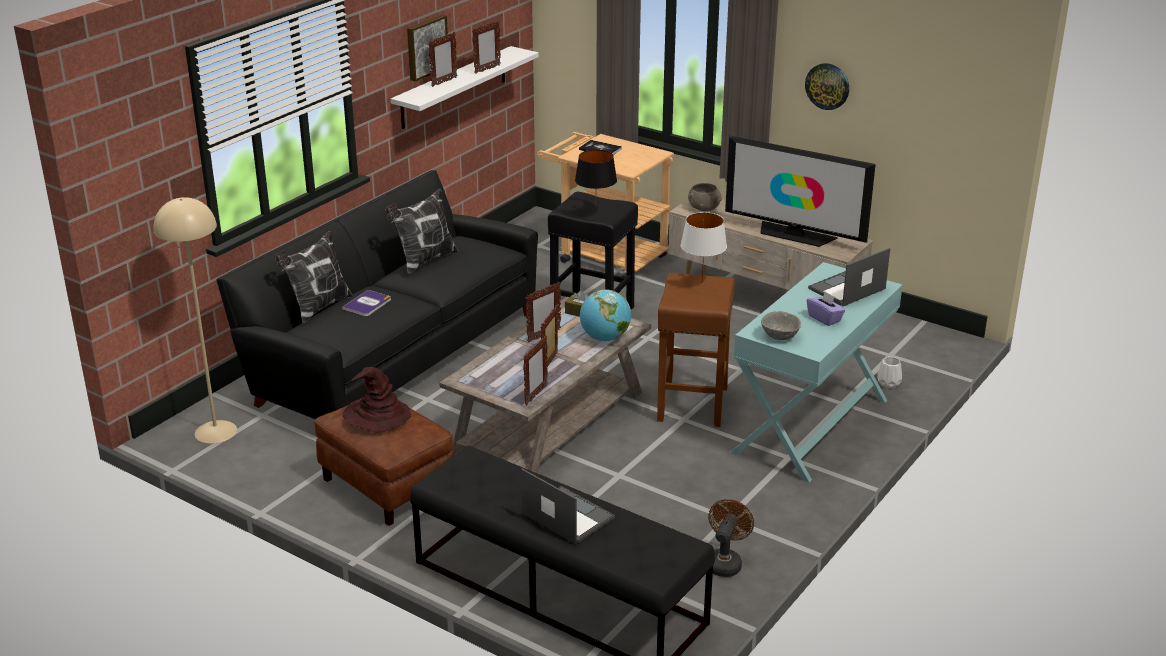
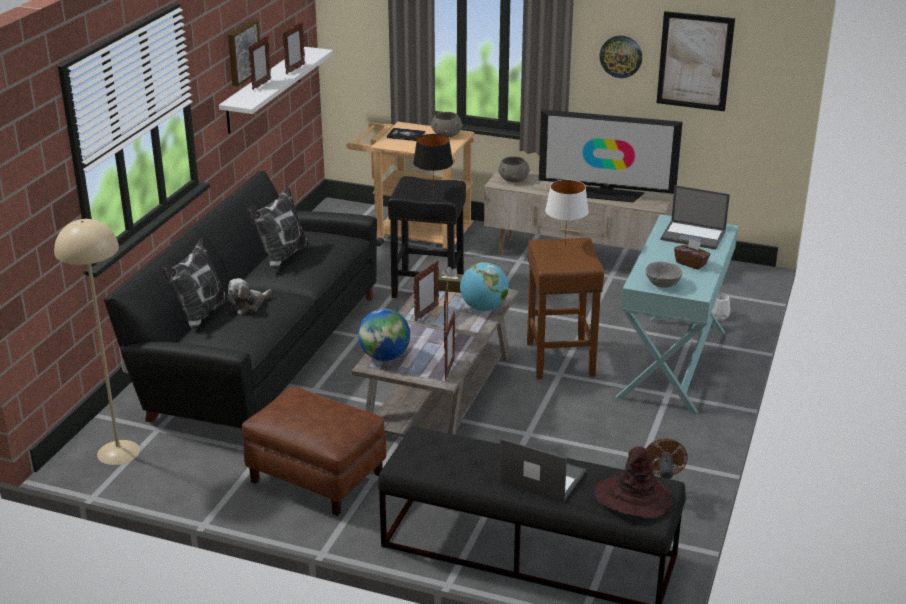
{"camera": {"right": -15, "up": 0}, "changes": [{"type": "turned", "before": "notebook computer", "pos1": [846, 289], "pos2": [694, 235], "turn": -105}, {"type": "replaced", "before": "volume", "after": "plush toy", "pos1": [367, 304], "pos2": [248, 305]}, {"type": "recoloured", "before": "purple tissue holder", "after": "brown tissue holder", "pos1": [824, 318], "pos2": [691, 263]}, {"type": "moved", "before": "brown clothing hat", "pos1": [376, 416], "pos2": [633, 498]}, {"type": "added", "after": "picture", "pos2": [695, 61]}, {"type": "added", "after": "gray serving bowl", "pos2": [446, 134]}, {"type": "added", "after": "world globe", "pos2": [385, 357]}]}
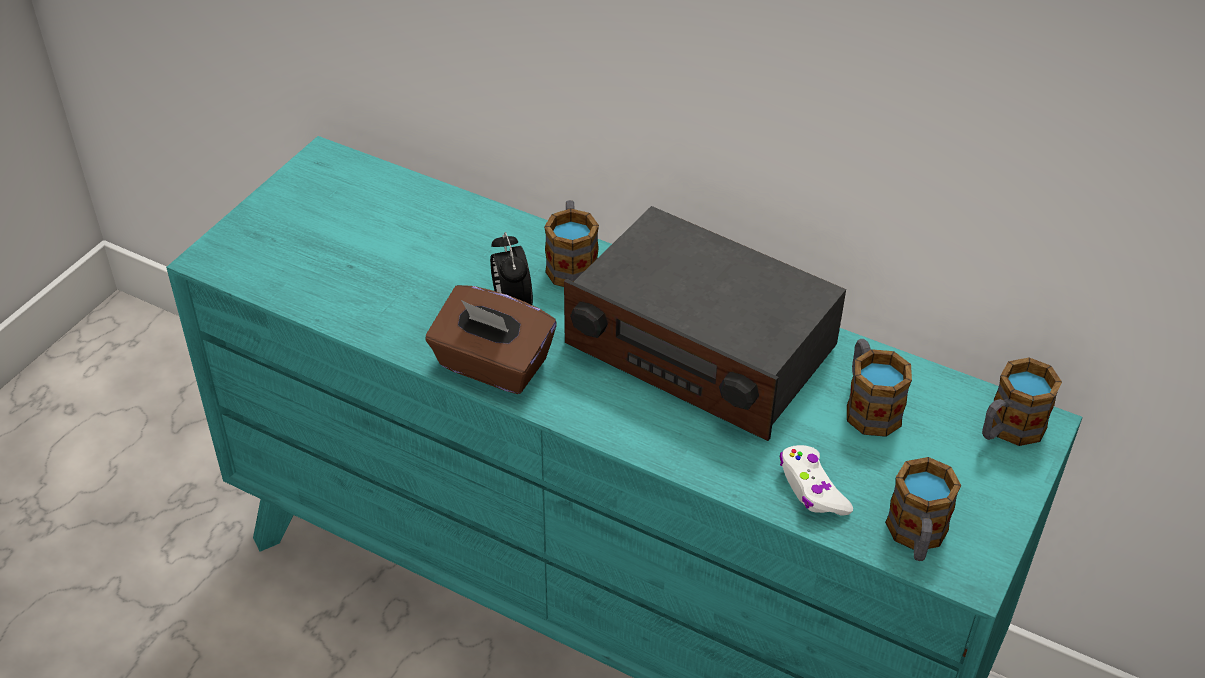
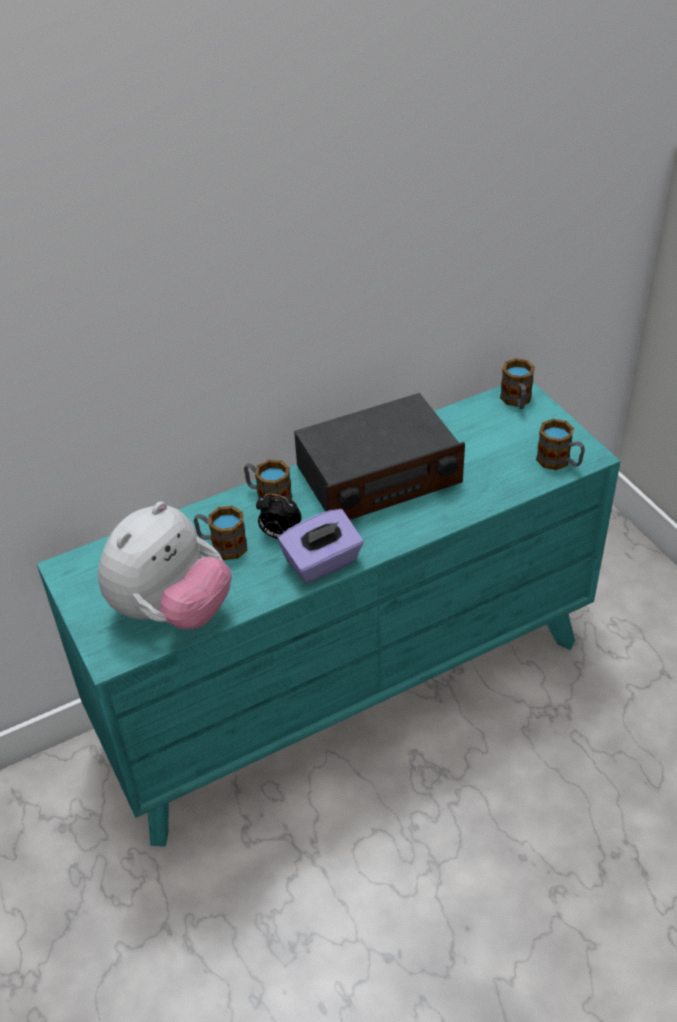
{"camera": {"right": -55, "up": 0}, "changes": [{"type": "recoloured", "before": "brown tissue holder", "after": "purple tissue holder", "pos1": [492, 366], "pos2": [322, 563]}, {"type": "moved", "before": "coffee mug", "pos1": [868, 406], "pos2": [222, 545]}, {"type": "removed", "before": "white joypad", "pos1": [812, 488]}, {"type": "added", "after": "plush toy", "pos2": [171, 610]}]}
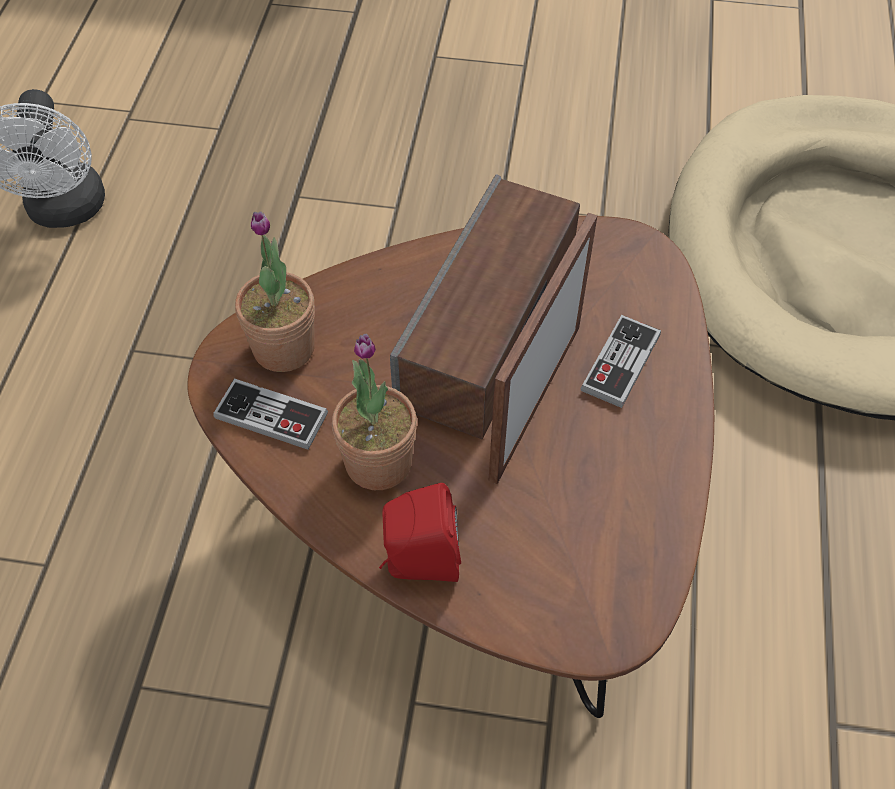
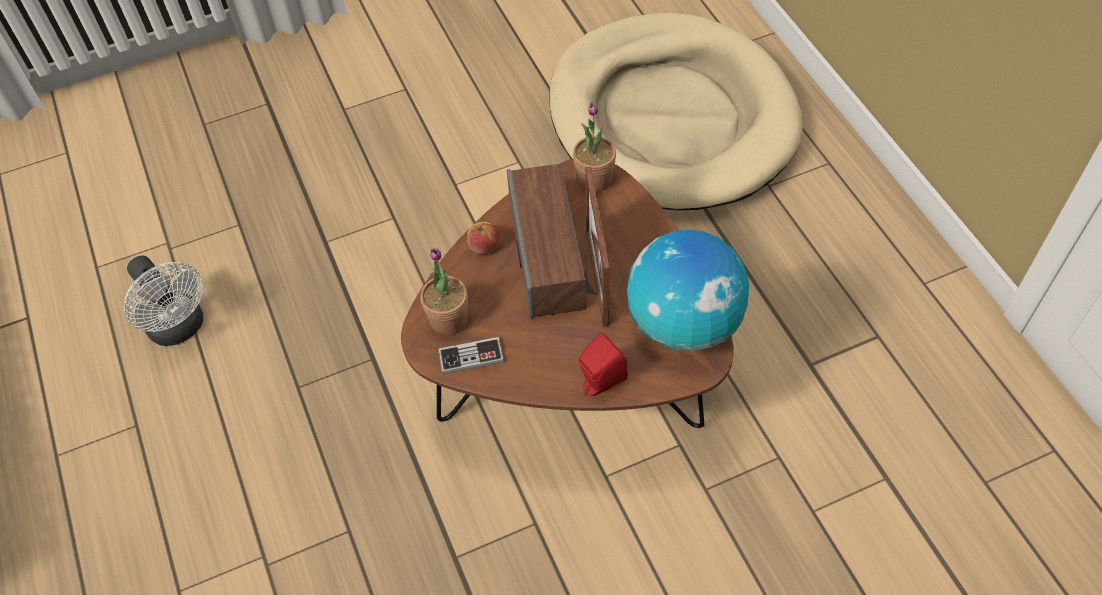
{"camera": {"right": -30, "up": 0}, "changes": [{"type": "removed", "before": "joypad", "pos1": [620, 363]}, {"type": "moved", "before": "plant in a pot", "pos1": [378, 462], "pos2": [594, 179]}, {"type": "added", "after": "apple fruit", "pos2": [484, 246]}, {"type": "added", "after": "world globe", "pos2": [684, 323]}]}
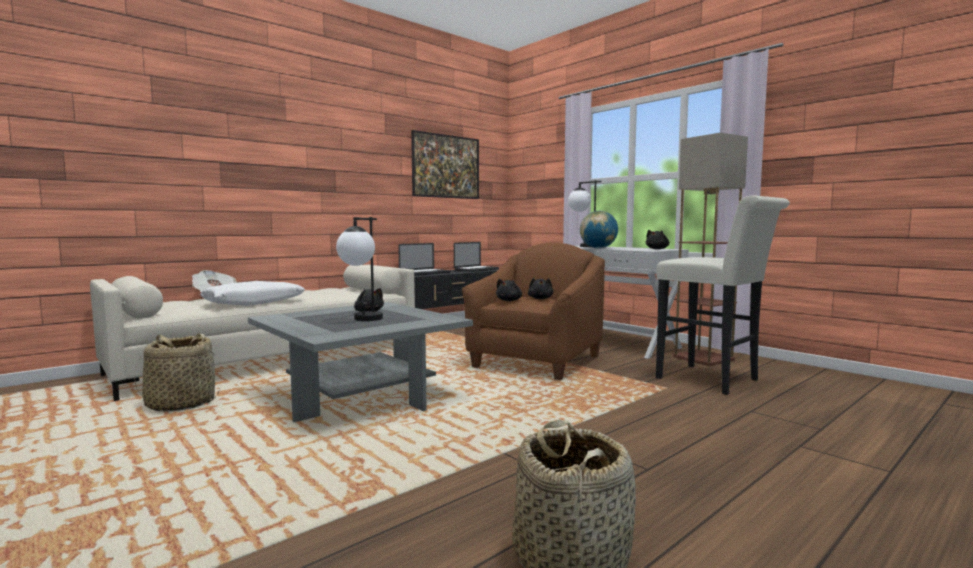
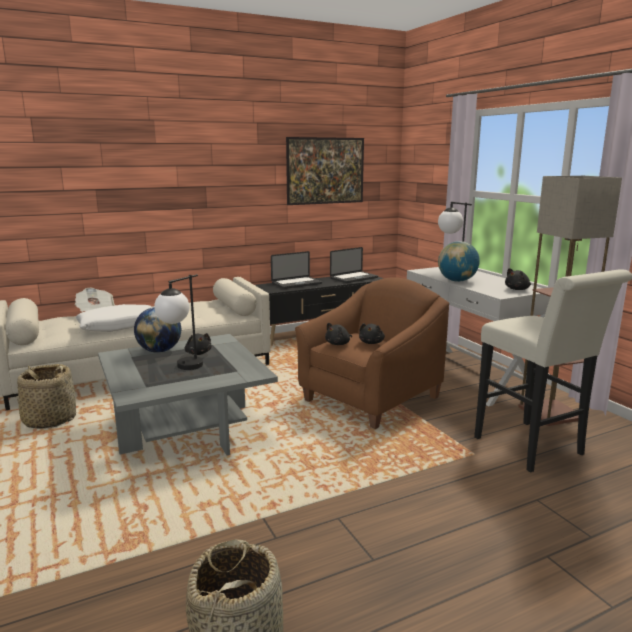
{"camera": {"right": 15, "up": 10}, "changes": [{"type": "added", "after": "world globe", "pos2": [159, 351]}]}
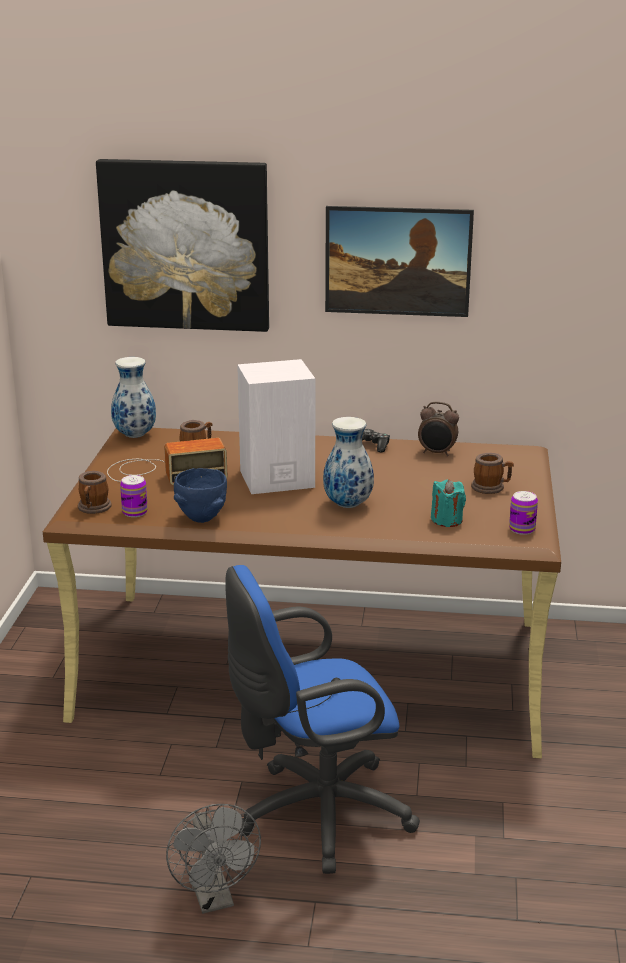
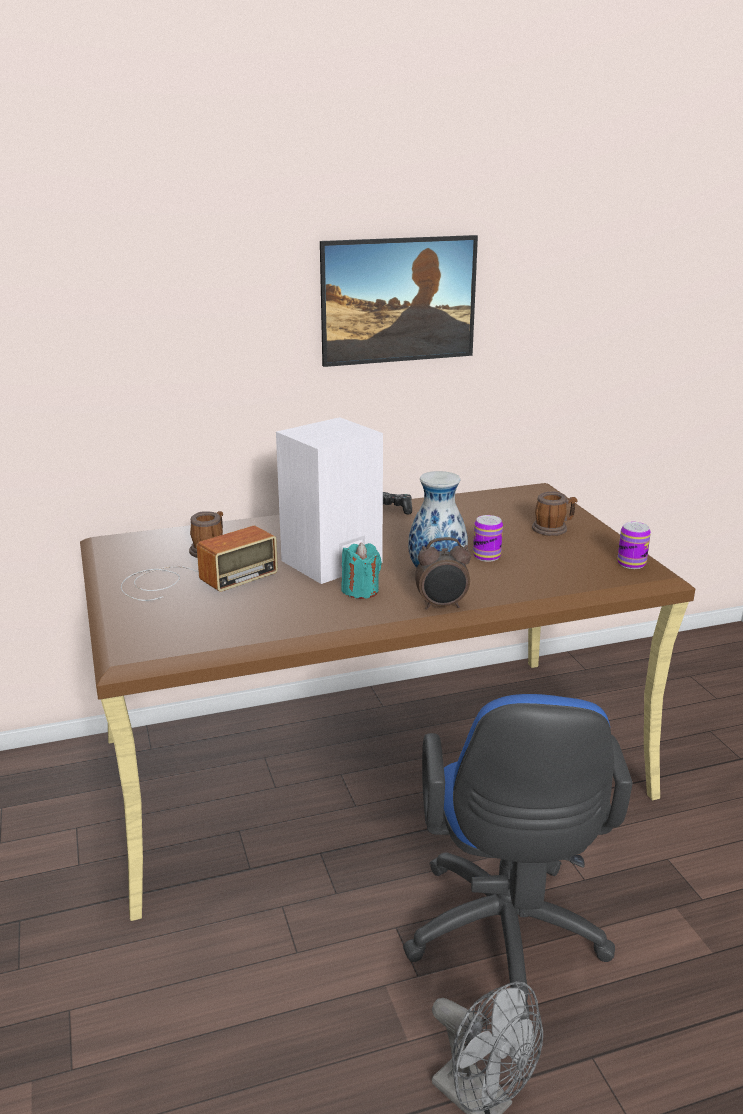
{"camera": {"right": -25, "up": 0}, "changes": [{"type": "removed", "before": "picture", "pos1": [185, 245]}, {"type": "removed", "before": "vase", "pos1": [136, 435]}, {"type": "moved", "before": "bedside clock", "pos1": [437, 453], "pos2": [442, 606]}, {"type": "removed", "before": "bluish serving bowl", "pos1": [201, 519]}, {"type": "removed", "before": "coffee mug", "pos1": [93, 508]}, {"type": "moved", "before": "metal can", "pos1": [135, 512], "pos2": [486, 556]}, {"type": "moved", "before": "turquoise candle", "pos1": [447, 520], "pos2": [360, 591]}, {"type": "turned", "before": "bluish office chair", "pos1": [315, 815], "pos2": [505, 941], "turn": -45}]}
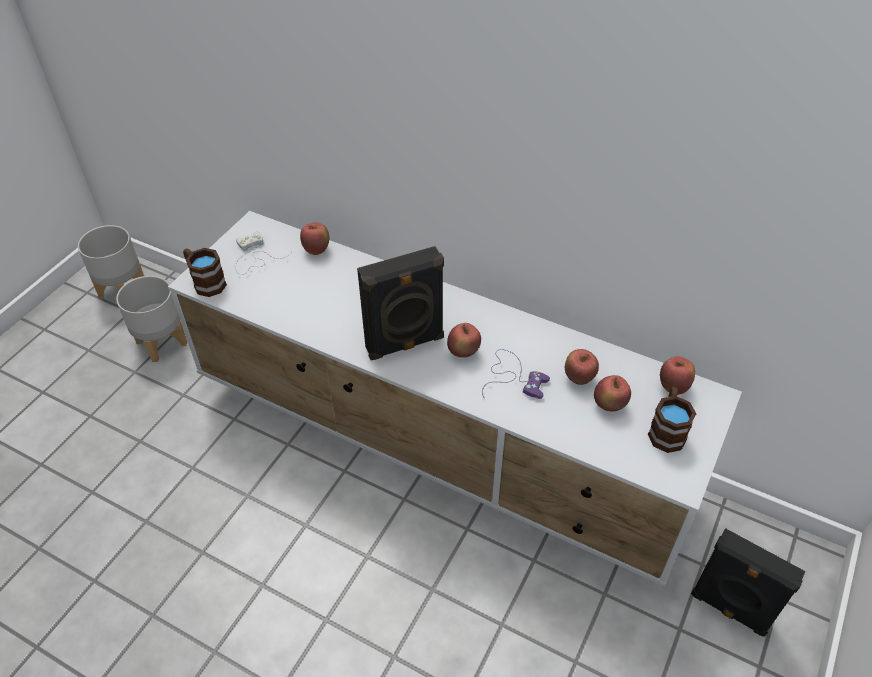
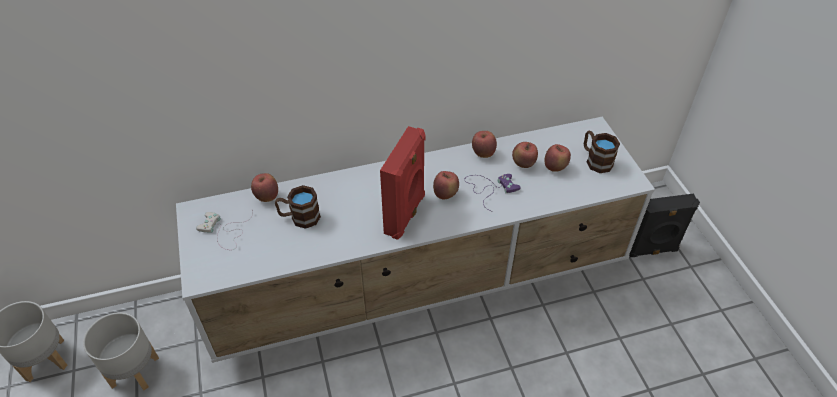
{"camera": {"right": -45, "up": 0}, "changes": [{"type": "recoloured", "before": "black audio speaker", "after": "red-coloured audio speaker", "pos1": [405, 344], "pos2": [406, 214]}, {"type": "moved", "before": "brown coffee mug", "pos1": [205, 282], "pos2": [299, 217]}, {"type": "moved", "before": "apple fruit", "pos1": [673, 387], "pos2": [483, 153]}]}
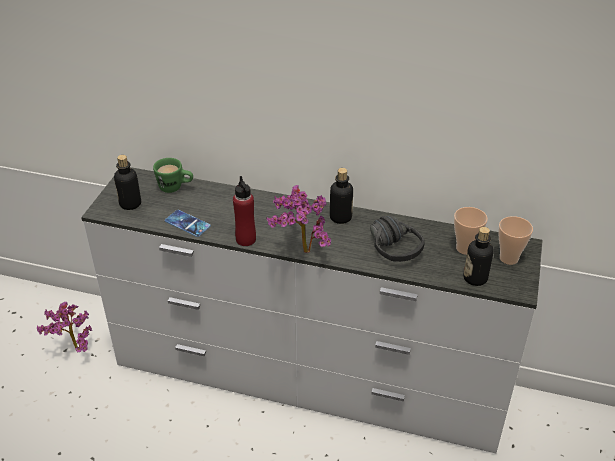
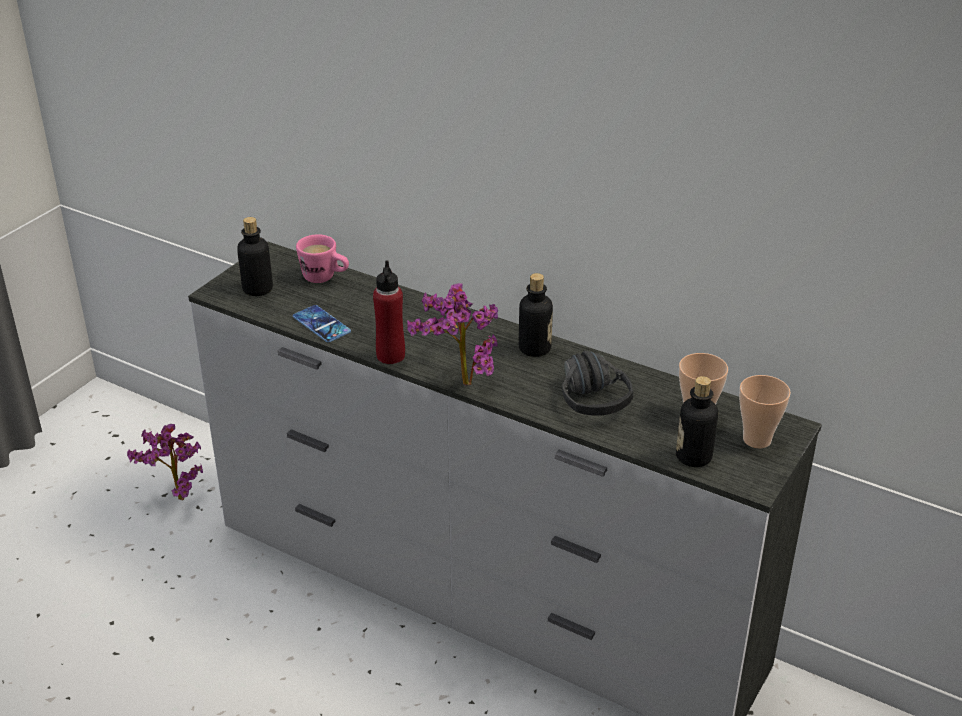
{"camera": {"right": 15, "up": -5}, "changes": [{"type": "recoloured", "before": "greenish coffee mug", "after": "pink-coloured coffee mug", "pos1": [175, 188], "pos2": [325, 278]}]}
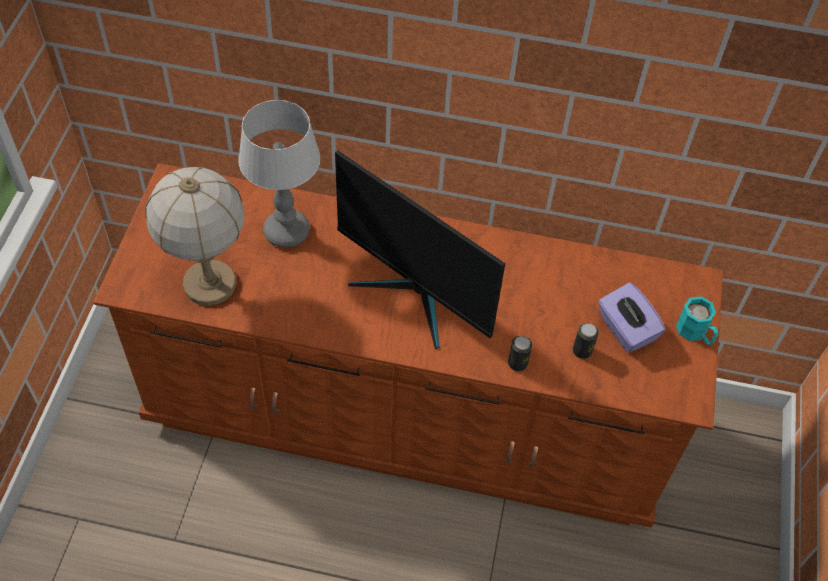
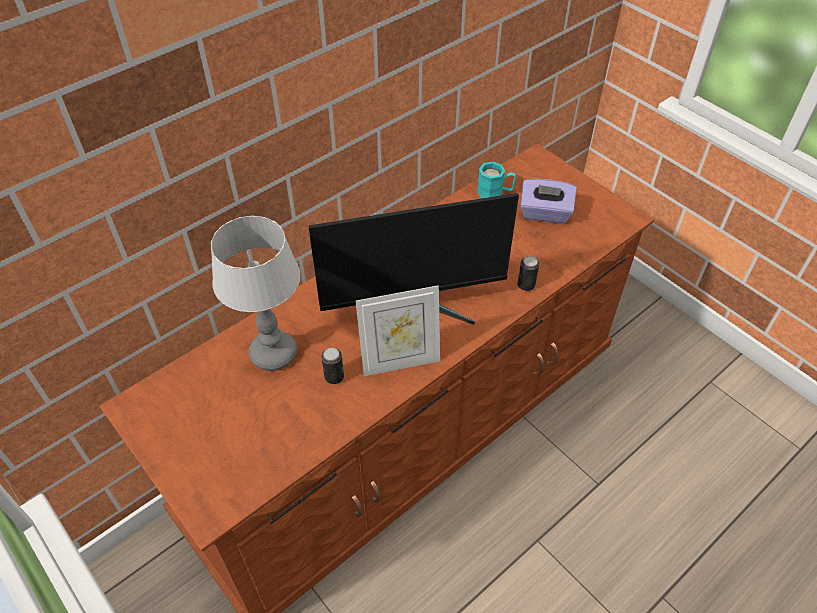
{"camera": {"right": -50, "up": -5}, "changes": [{"type": "removed", "before": "tabletop lamp", "pos1": [210, 283]}, {"type": "moved", "before": "turquoise coffee mug", "pos1": [695, 333], "pos2": [495, 192]}, {"type": "moved", "before": "metal can", "pos1": [582, 351], "pos2": [334, 377]}, {"type": "added", "after": "standing frame", "pos2": [400, 362]}]}
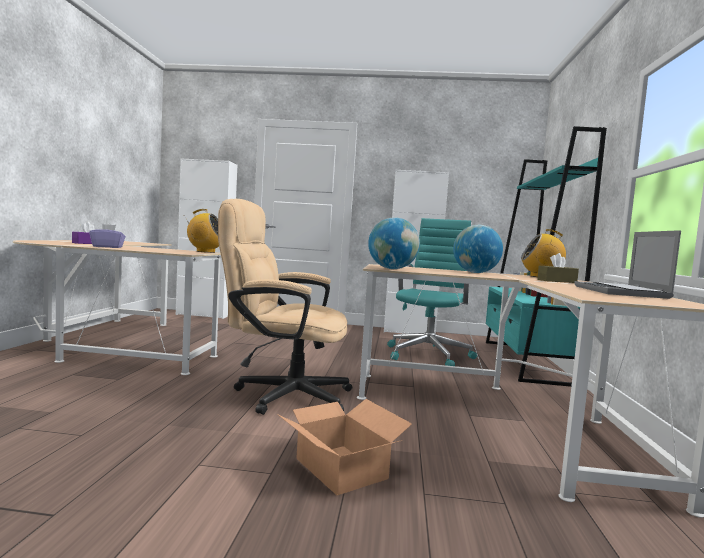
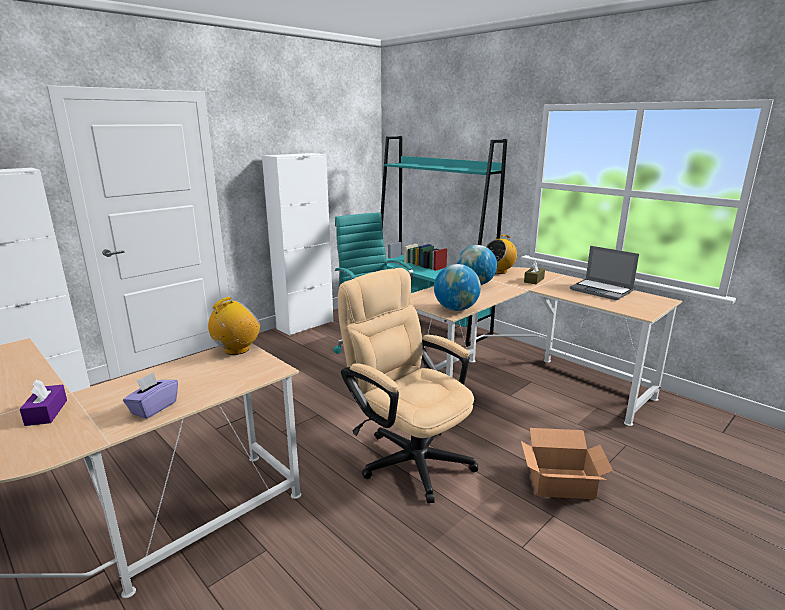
{"camera": {"right": -50, "up": 15}, "changes": [{"type": "turned", "before": "sand-coloured office chair", "pos1": [282, 394], "pos2": [408, 456], "turn": 90}]}
